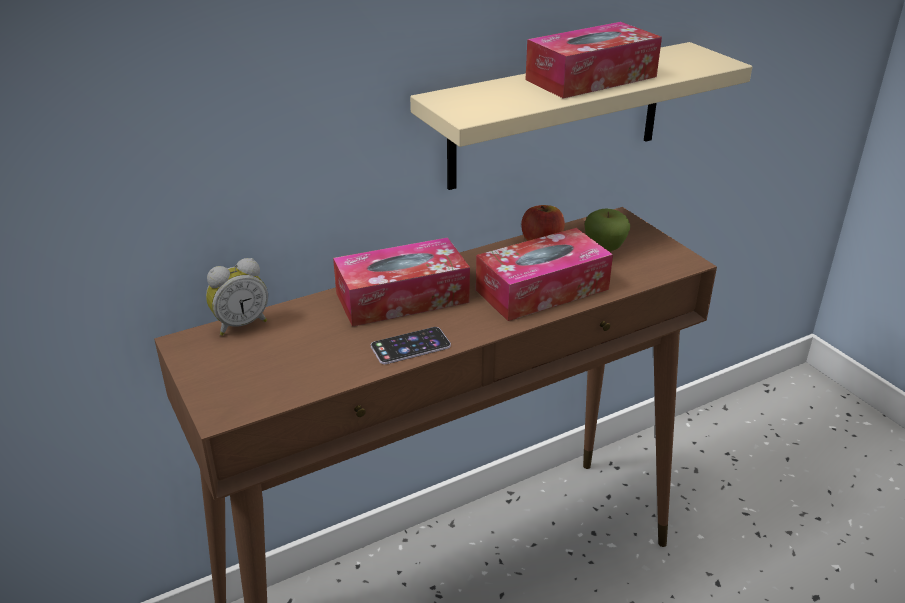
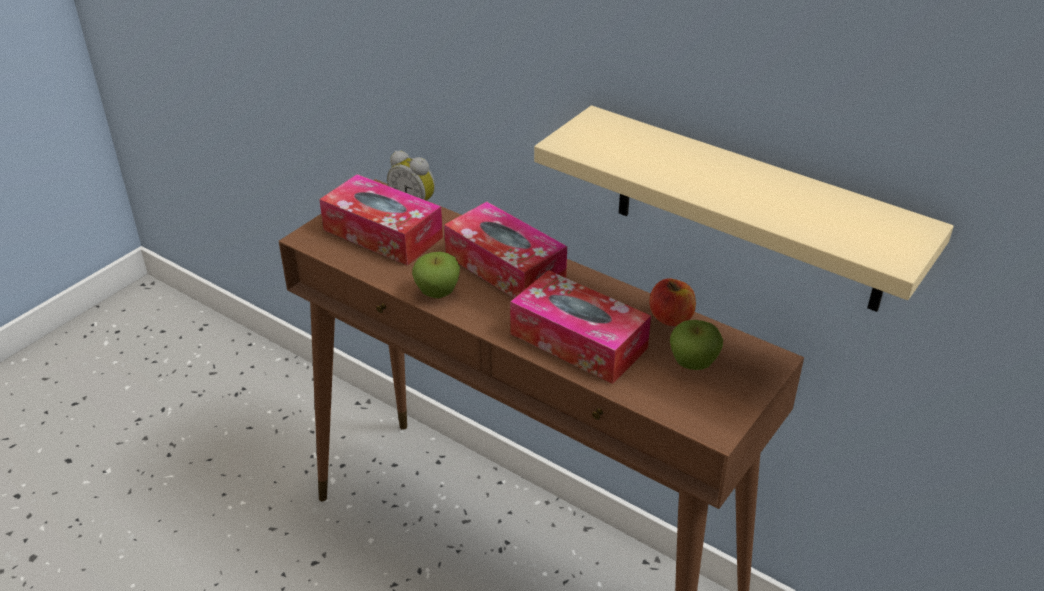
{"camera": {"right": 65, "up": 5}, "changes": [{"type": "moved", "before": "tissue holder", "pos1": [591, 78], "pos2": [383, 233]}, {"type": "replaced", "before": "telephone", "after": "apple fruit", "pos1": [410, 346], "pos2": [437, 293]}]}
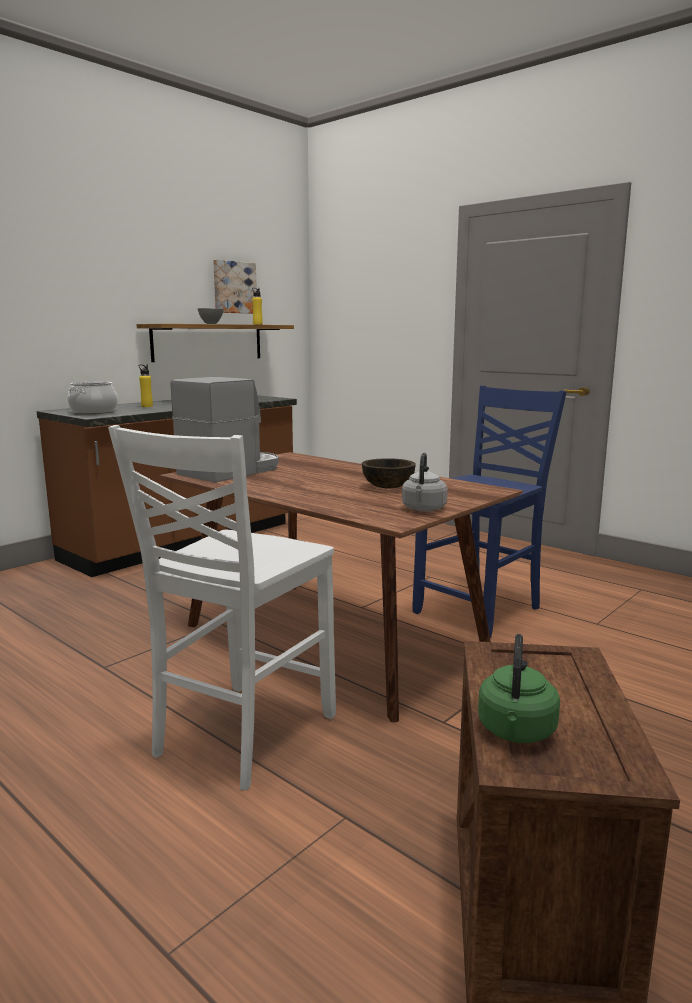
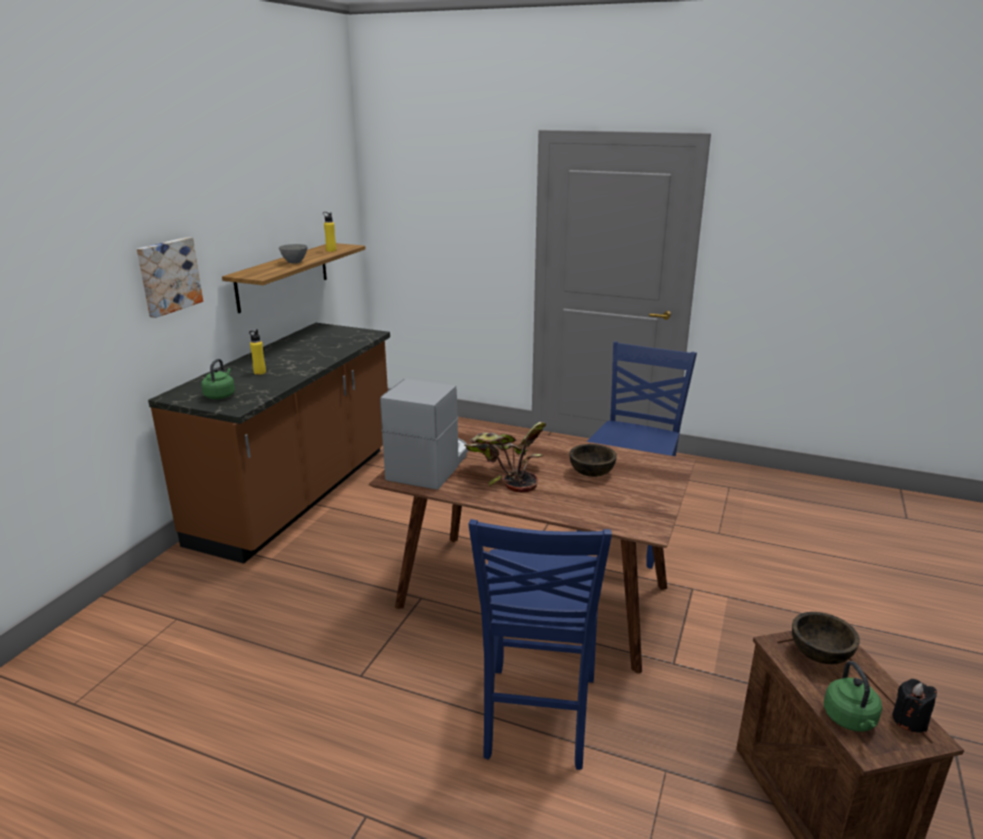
{"camera": {"right": -20, "up": 10}, "changes": [{"type": "moved", "before": "picture", "pos1": [234, 287], "pos2": [168, 276]}, {"type": "replaced", "before": "saucepot", "after": "greenish tea kettle", "pos1": [93, 412], "pos2": [220, 395]}, {"type": "recoloured", "before": "white upright chair", "after": "bluish upright chair", "pos1": [241, 735], "pos2": [537, 718]}, {"type": "removed", "before": "gray tea kettle", "pos1": [423, 509]}, {"type": "added", "after": "plant in a pot", "pos2": [505, 476]}, {"type": "added", "after": "brown serving bowl", "pos2": [820, 654]}, {"type": "added", "after": "black candle", "pos2": [909, 720]}]}
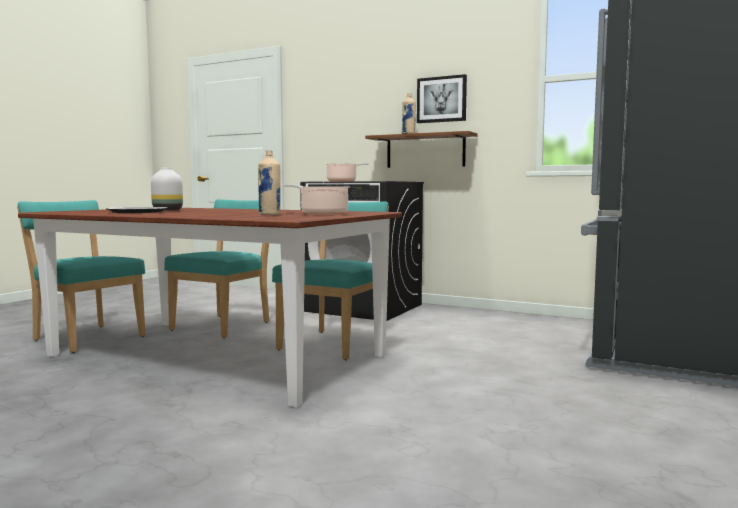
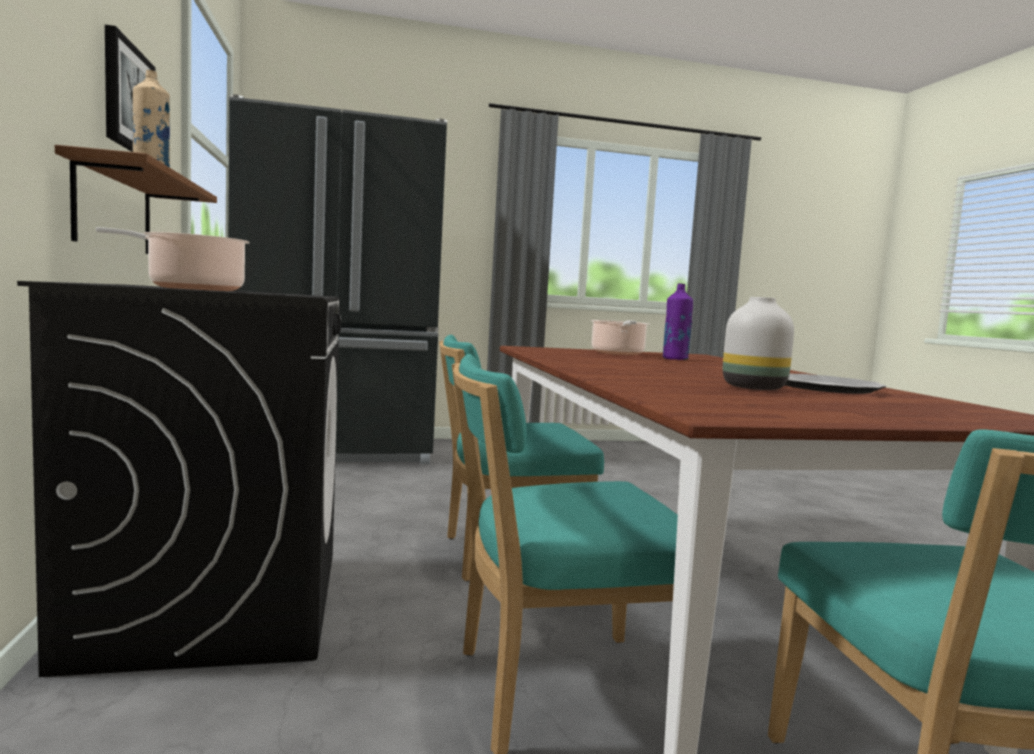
{"camera": {"right": -130, "up": 0}, "changes": [{"type": "recoloured", "before": "sand-coloured drink bottle", "after": "purple drink bottle", "pos1": [269, 215], "pos2": [675, 359]}]}
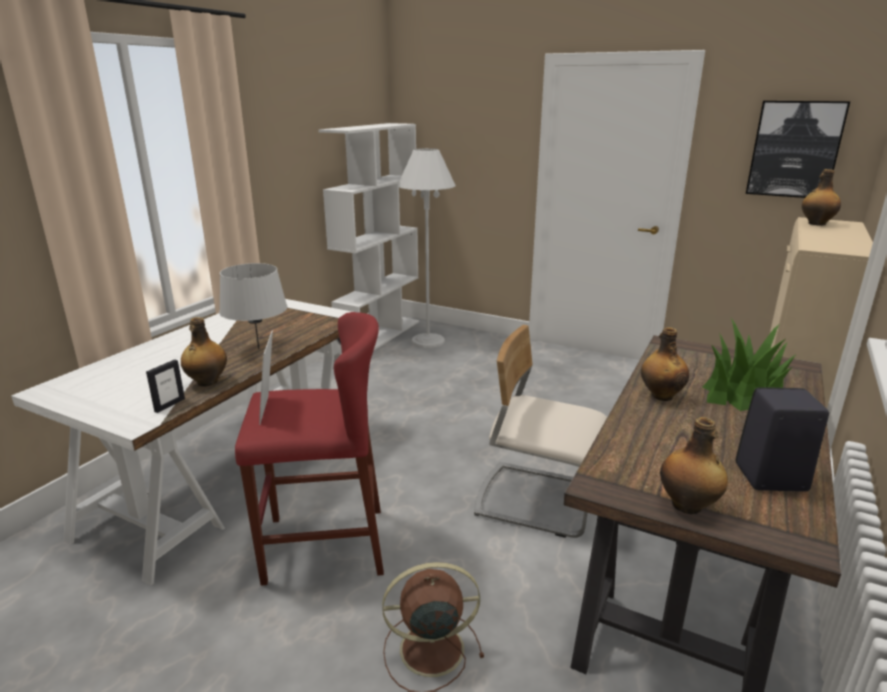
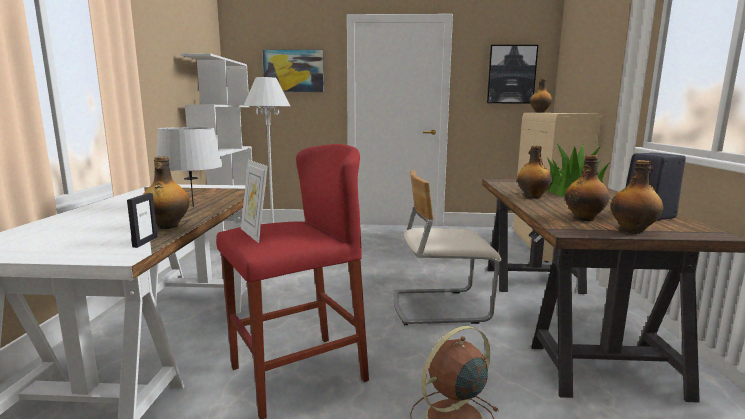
{"camera": {"right": -25, "up": -10}, "changes": [{"type": "added", "after": "picture", "pos2": [293, 71]}, {"type": "added", "after": "drink bottle", "pos2": [584, 219]}]}
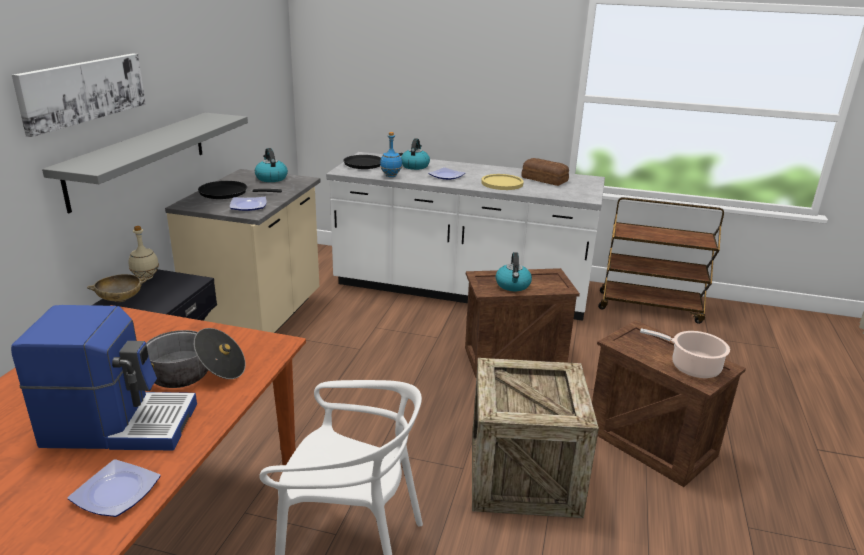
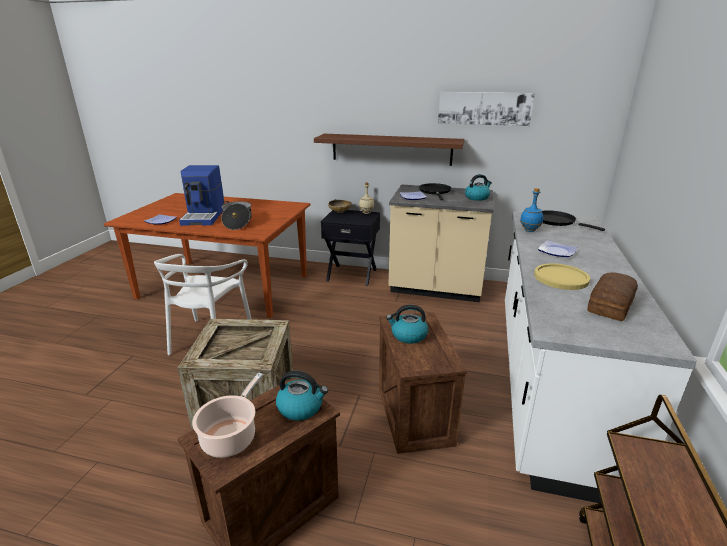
{"camera": {"right": 90, "up": 0}, "changes": [{"type": "moved", "before": "picture", "pos1": [83, 91], "pos2": [484, 108]}, {"type": "recoloured", "before": "gray shelf", "after": "brown shelf", "pos1": [139, 158], "pos2": [391, 149]}, {"type": "moved", "before": "tea kettle", "pos1": [415, 166], "pos2": [301, 407]}]}
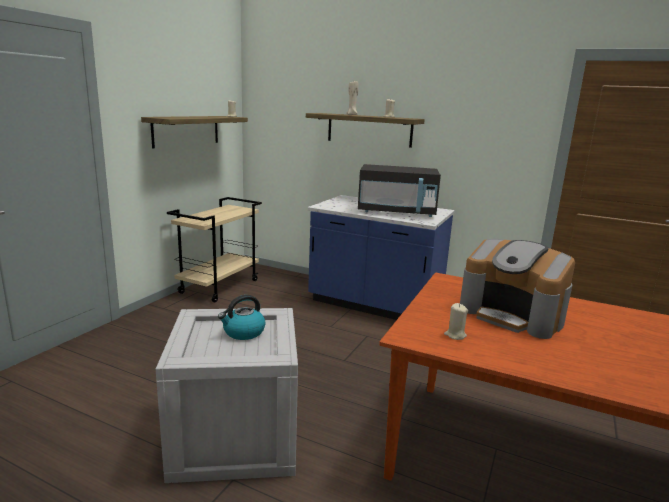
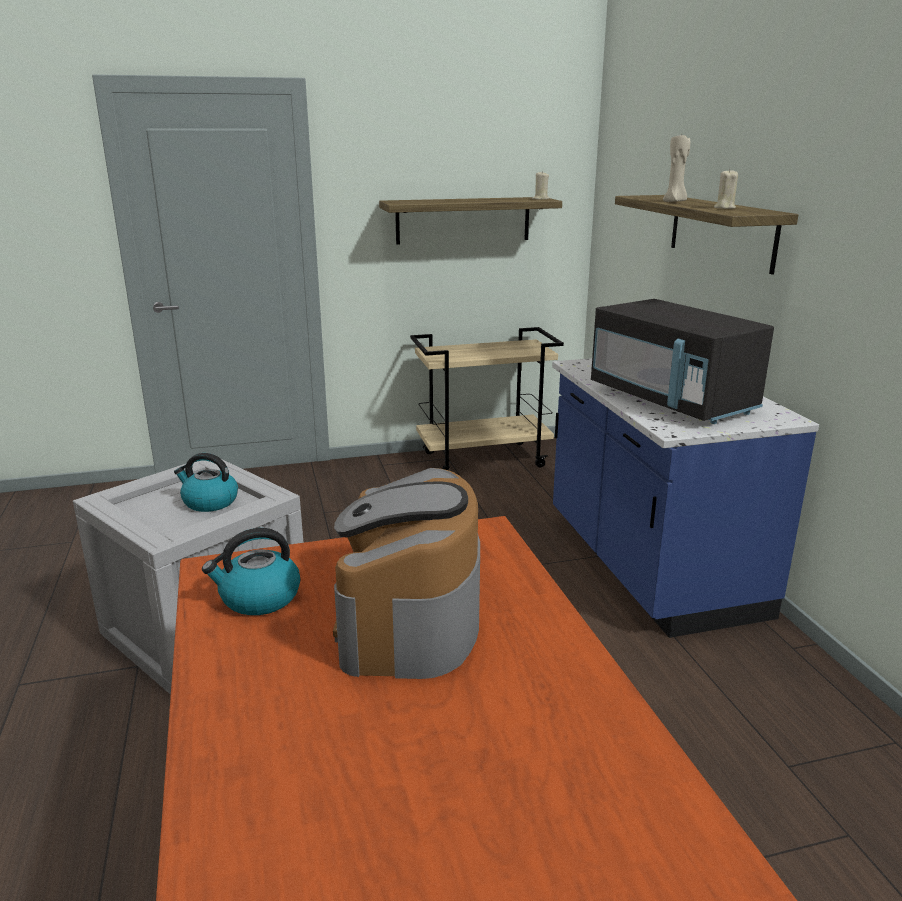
{"camera": {"right": 50, "up": 5}, "changes": [{"type": "replaced", "before": "sand-coloured candle", "after": "tea kettle", "pos1": [455, 335], "pos2": [259, 598]}]}
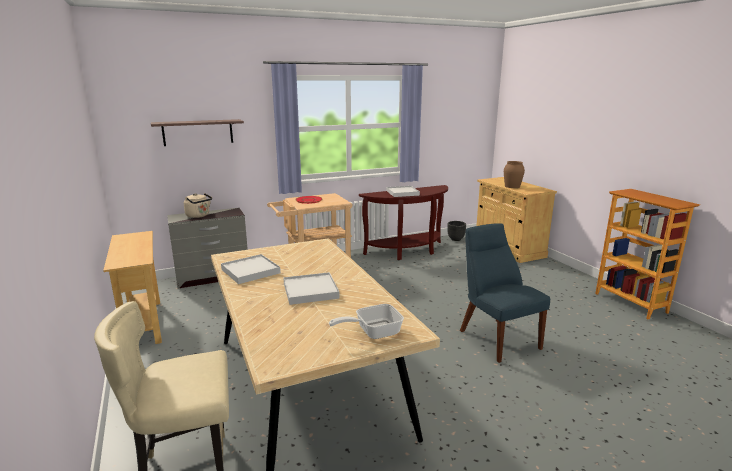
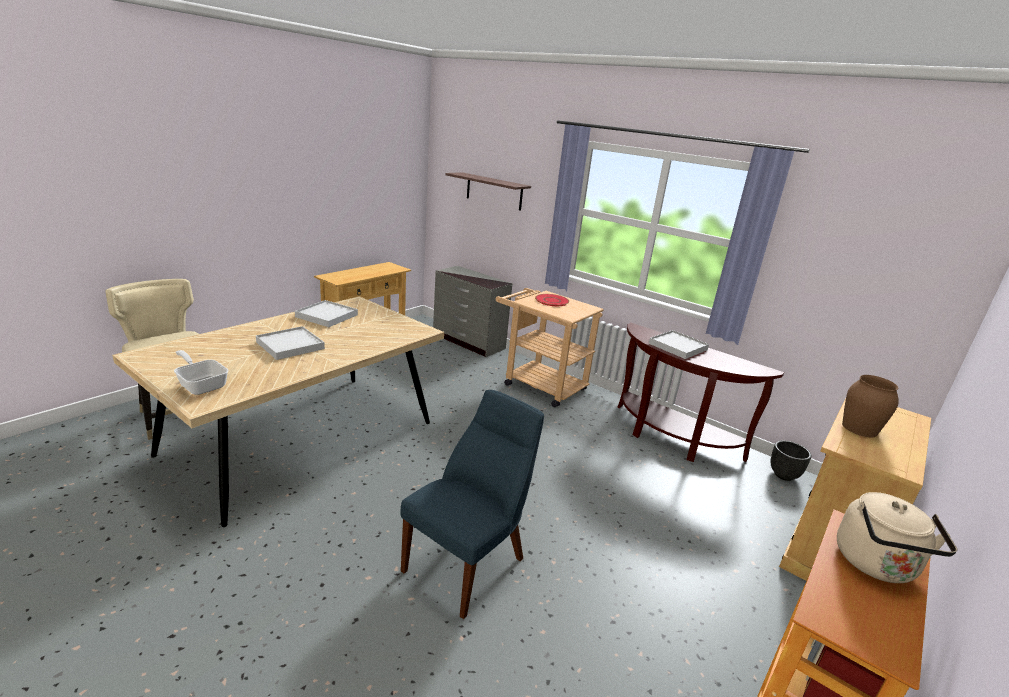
{"camera": {"right": 60, "up": 5}, "changes": [{"type": "moved", "before": "sand-coloured tea kettle", "pos1": [199, 216], "pos2": [877, 565]}]}
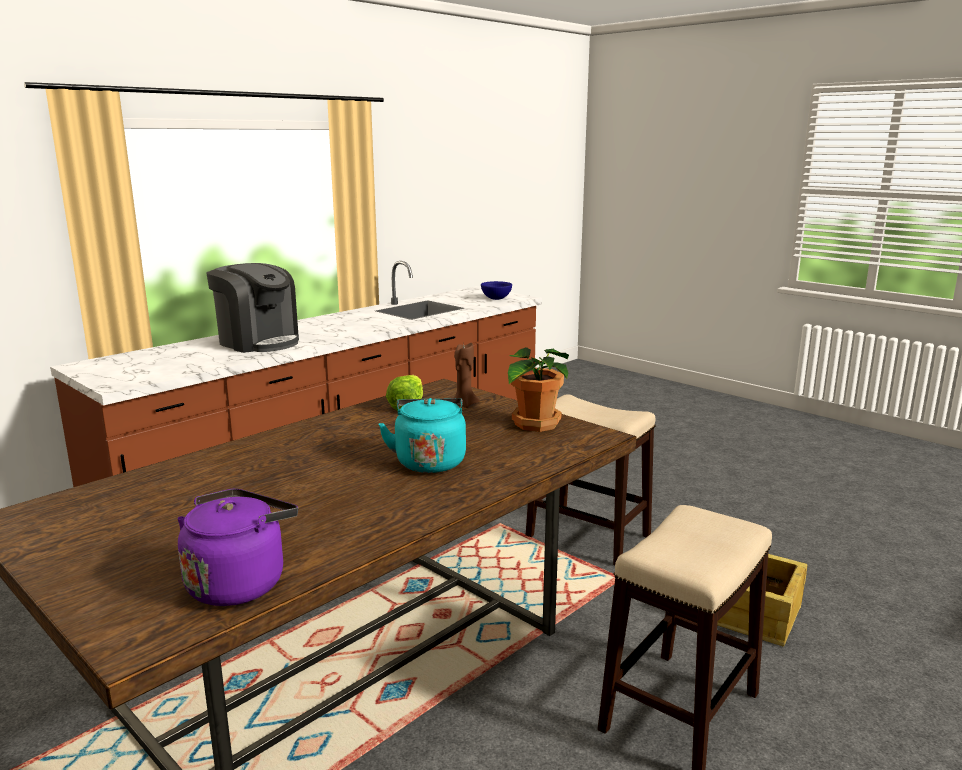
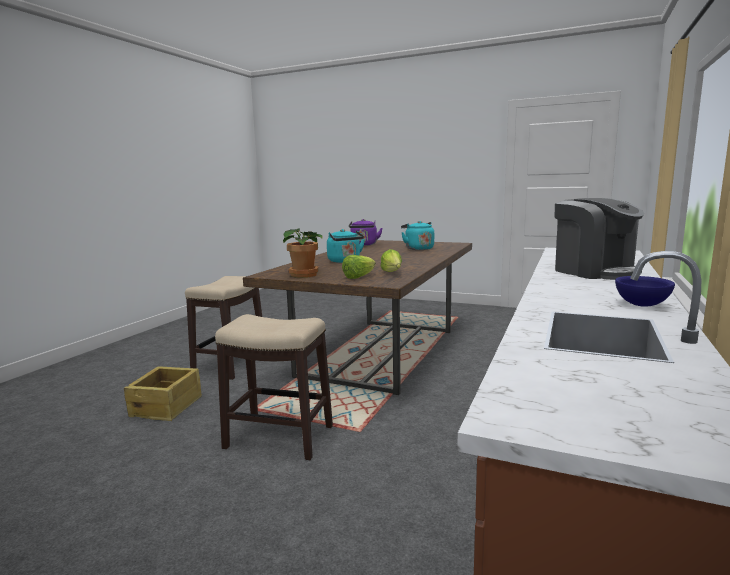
{"camera": {"right": 160, "up": -5}, "changes": [{"type": "turned", "before": "coffee machine", "pos1": [258, 342], "pos2": [594, 271], "turn": -135}, {"type": "moved", "before": "bluish serving bowl", "pos1": [496, 299], "pos2": [641, 305]}, {"type": "replaced", "before": "brown candle", "after": "lettuce head", "pos1": [463, 404], "pos2": [359, 277]}, {"type": "added", "after": "turquoise tea kettle", "pos2": [418, 248]}]}
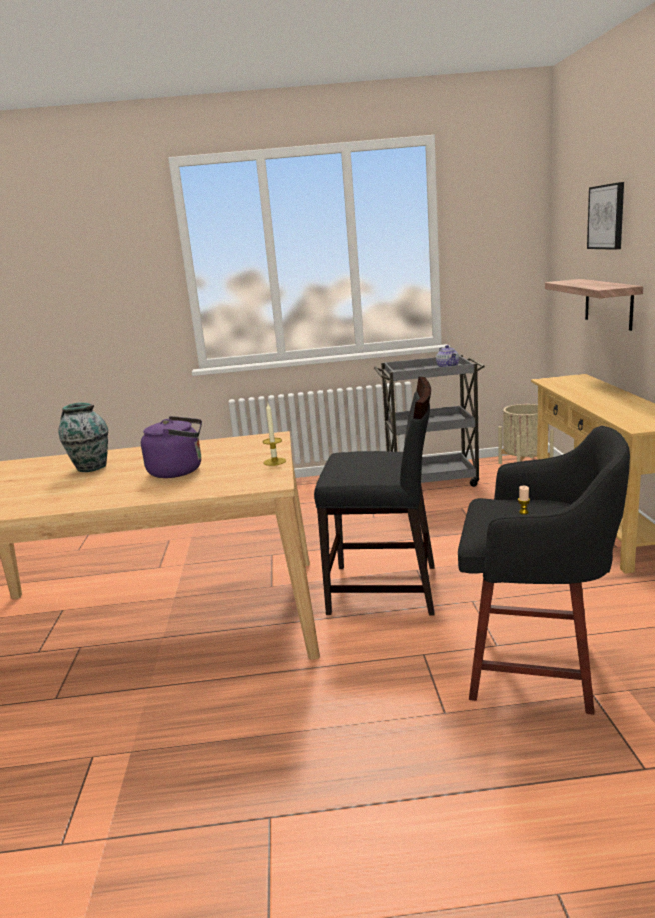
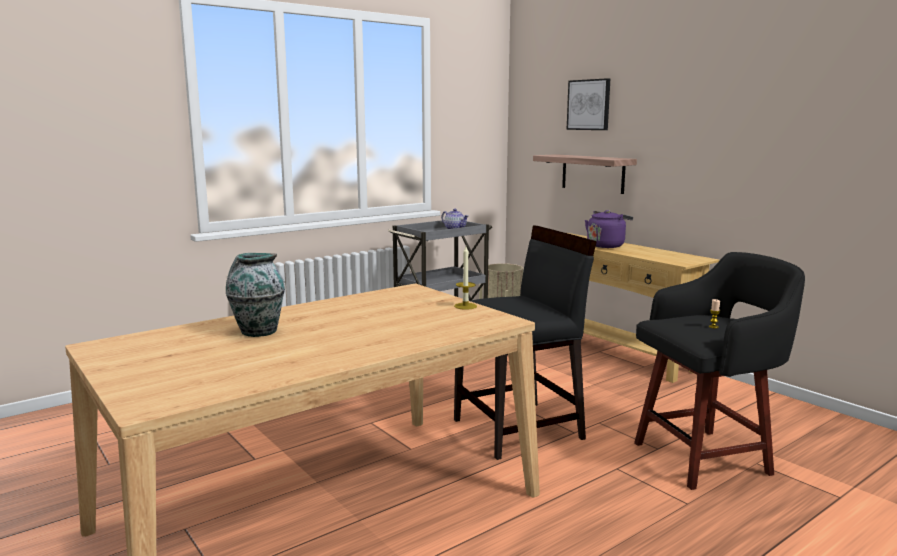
{"camera": {"right": -35, "up": -5}, "changes": [{"type": "moved", "before": "purple tea kettle", "pos1": [179, 471], "pos2": [606, 245]}]}
